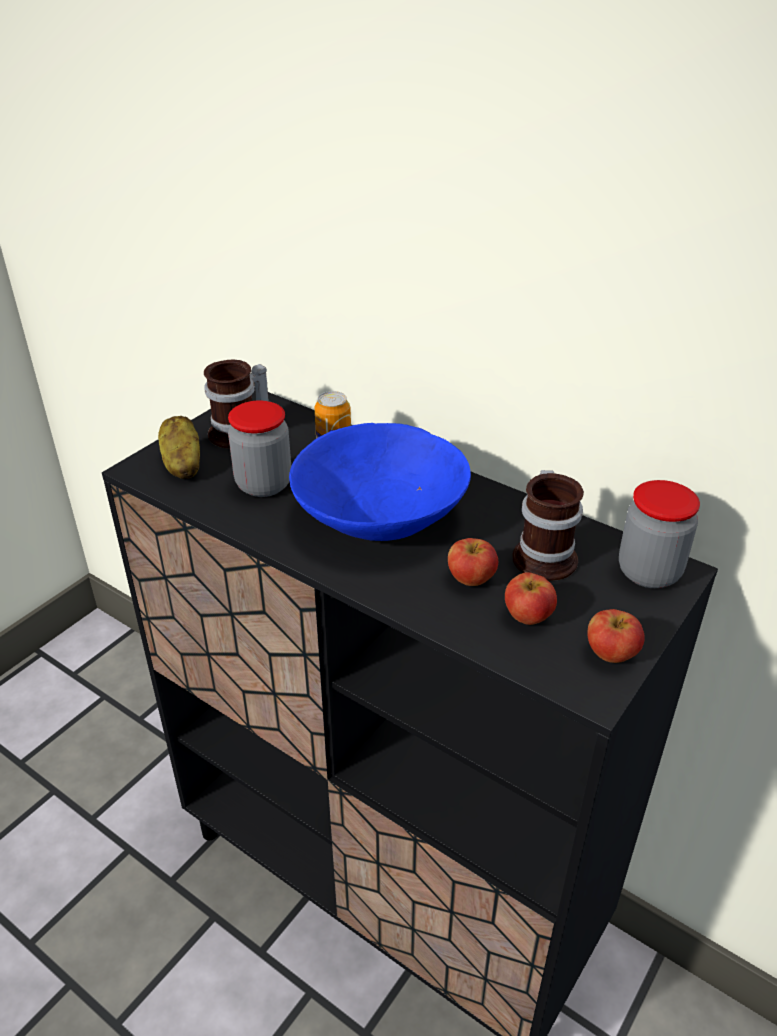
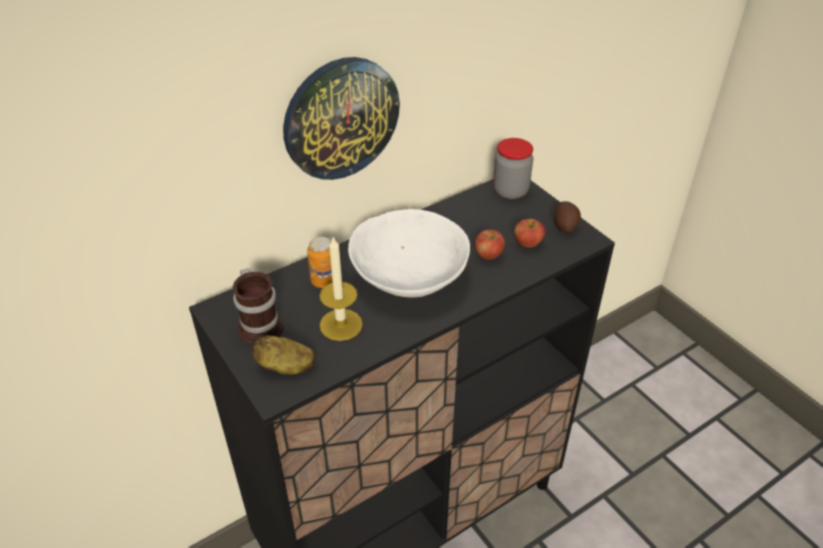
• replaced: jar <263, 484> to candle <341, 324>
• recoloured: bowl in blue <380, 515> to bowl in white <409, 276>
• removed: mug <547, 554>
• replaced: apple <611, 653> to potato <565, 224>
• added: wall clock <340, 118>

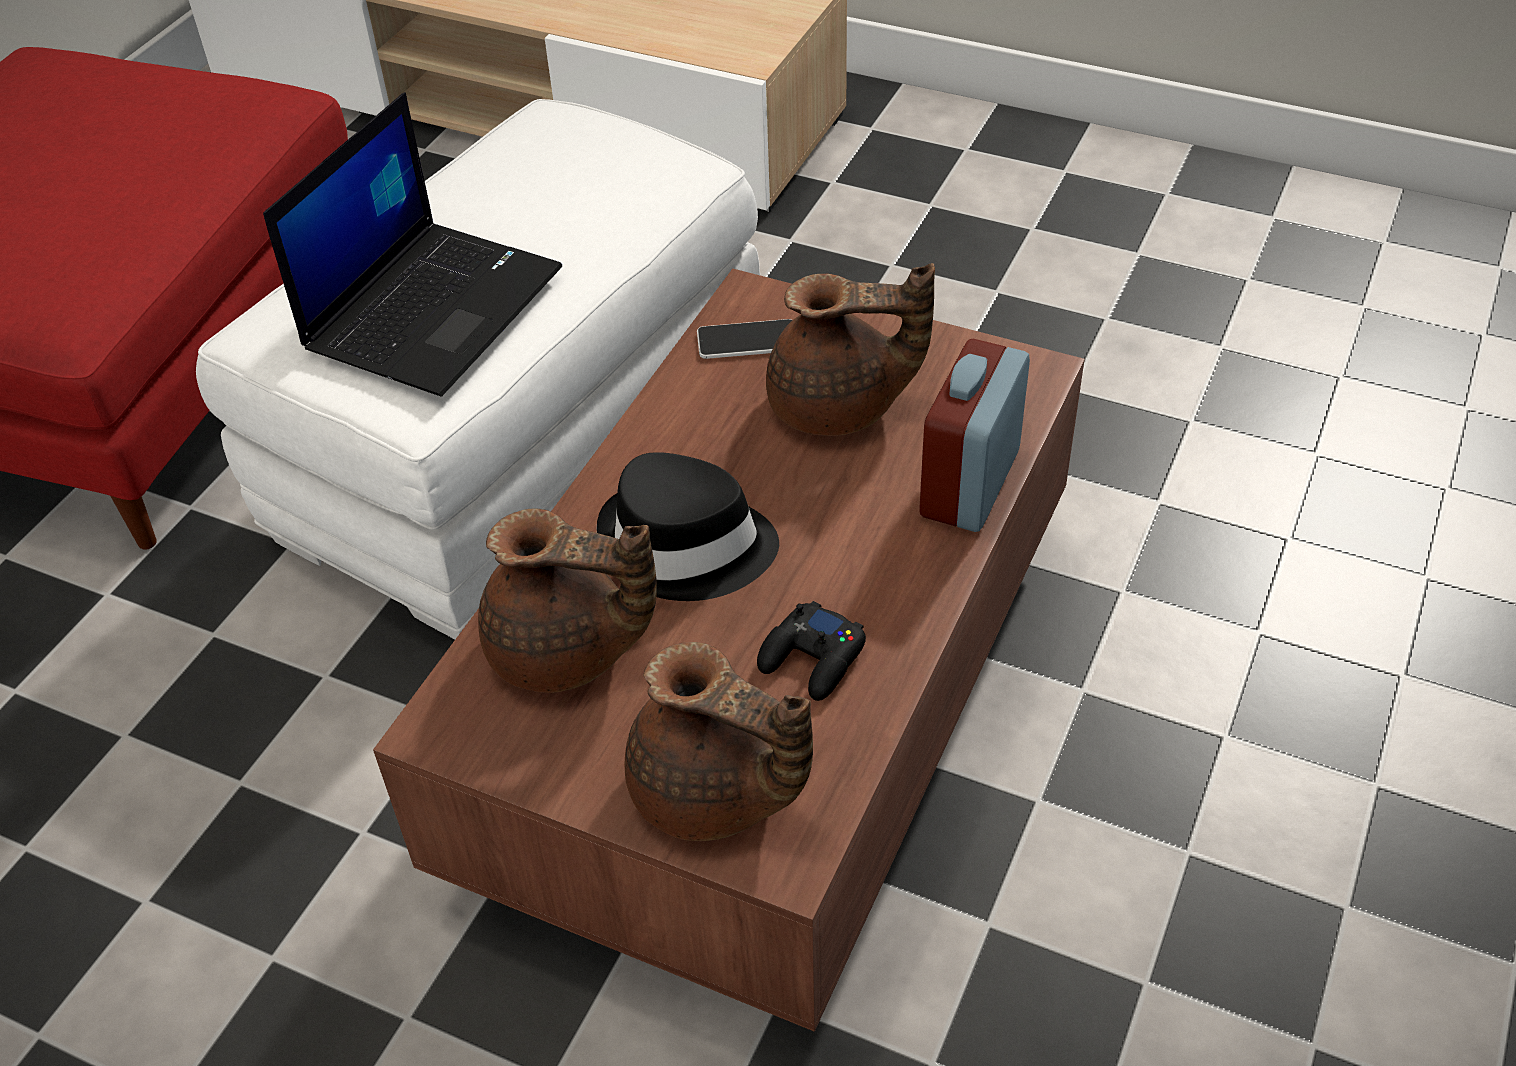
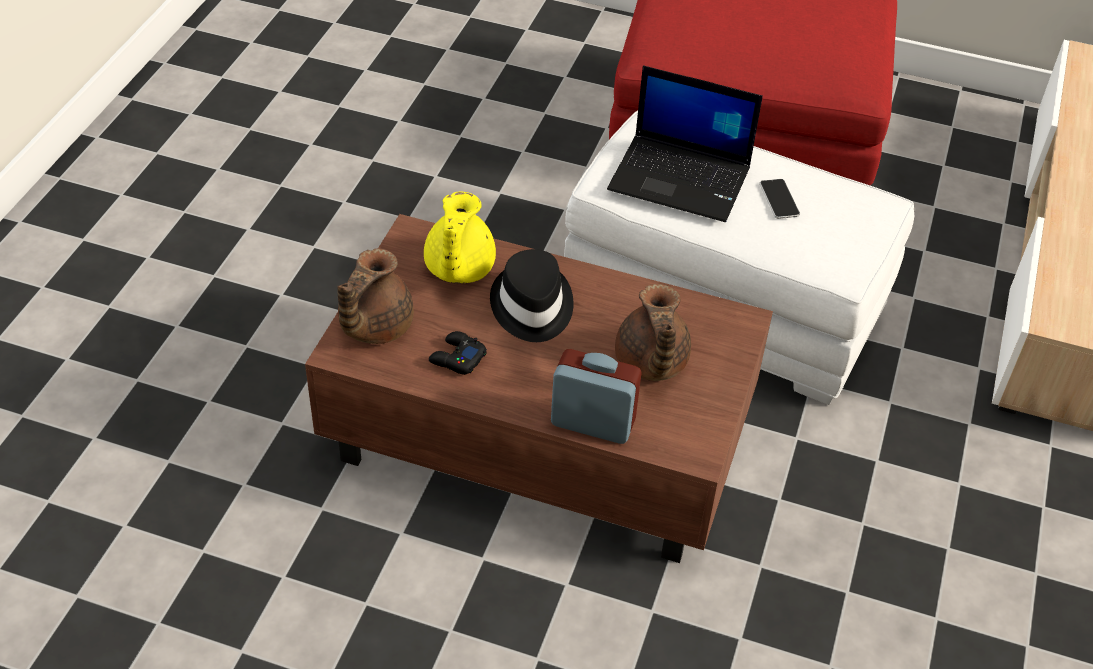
• recoloured: teapot in brown <566, 652> to teapot in yellow <458, 269>
• moved: phone <747, 341> to <779, 200>

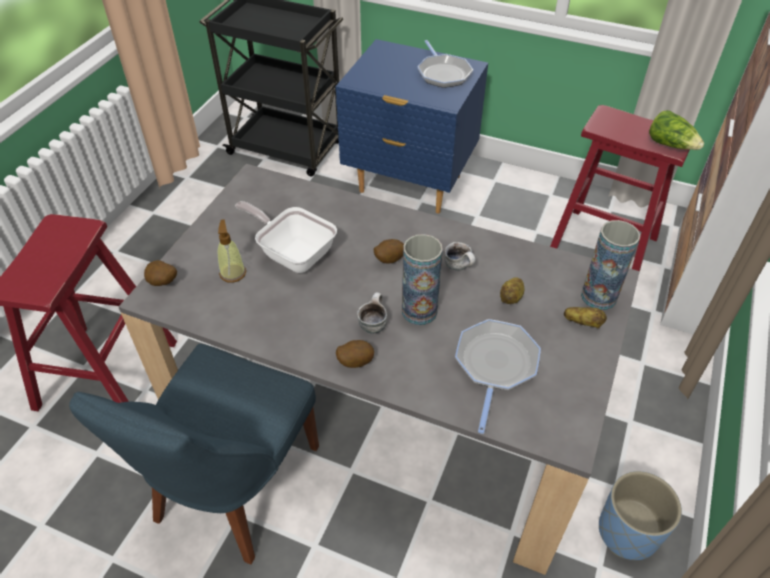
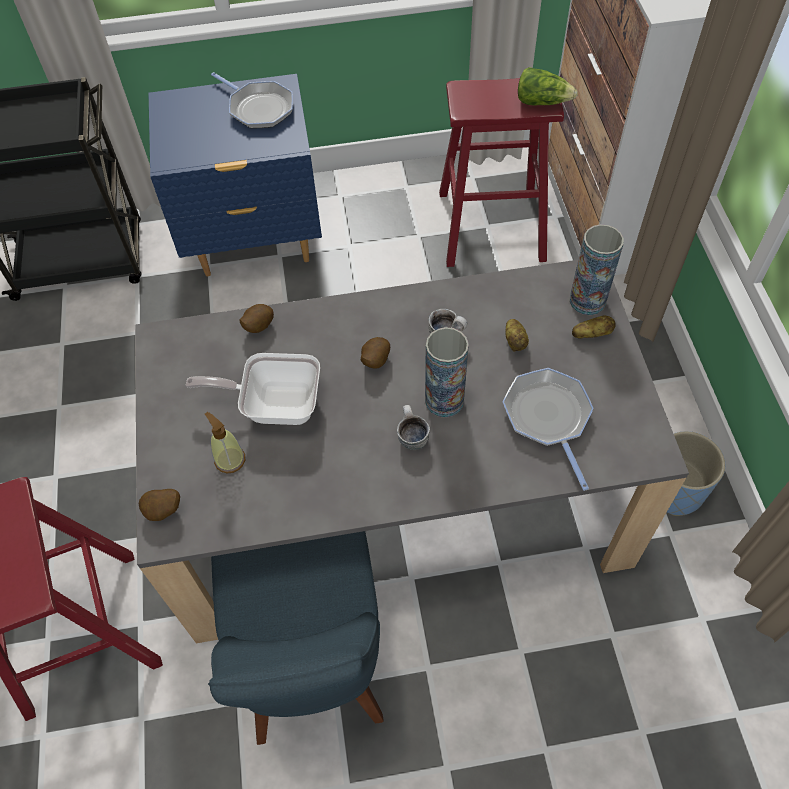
• moved: potato <355, 362> to <258, 326>

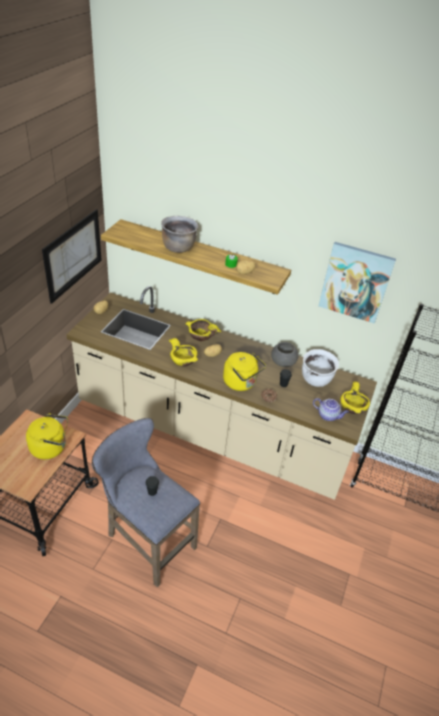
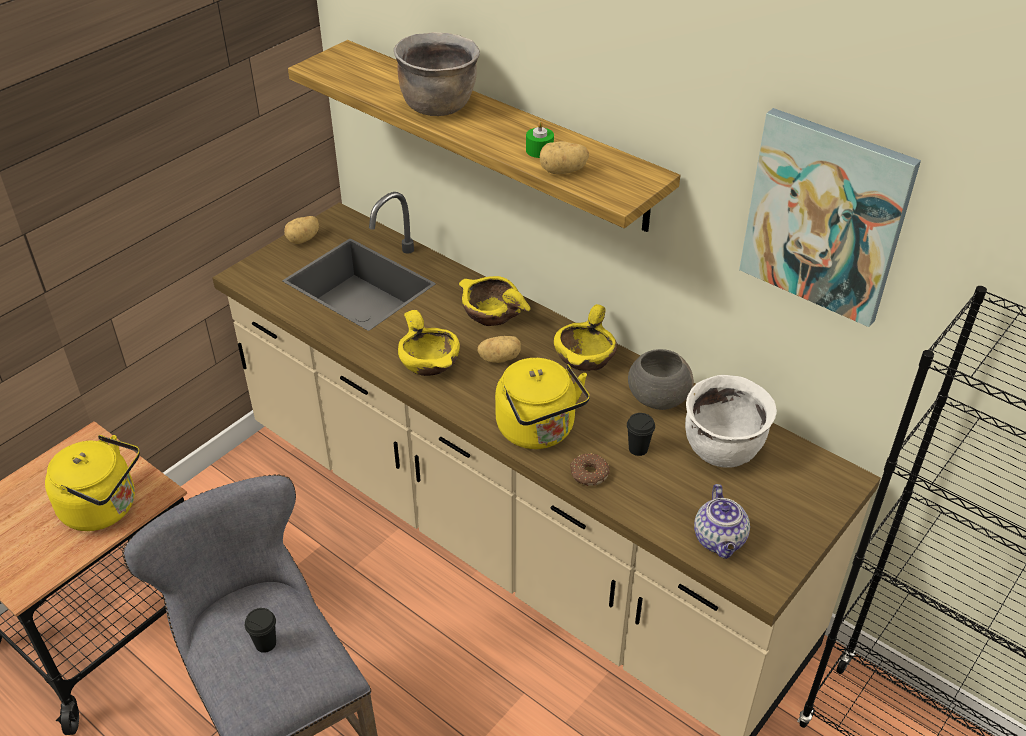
• removed: picture <73, 255>
• turned: teapot <328, 415> = <720, 540> 45 degrees clockwise
• moved: bowl in yellow <353, 407> to <585, 358>

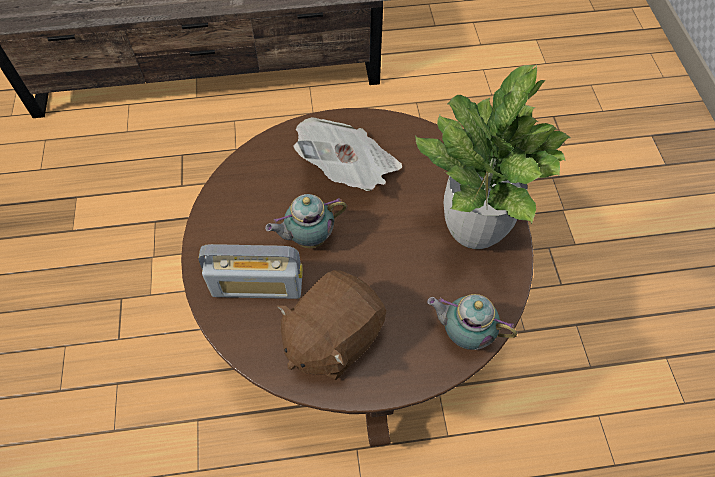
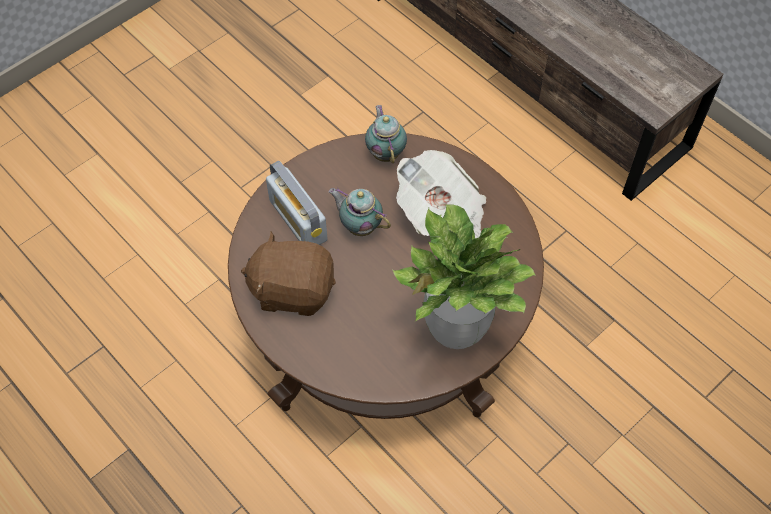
• moved: teapot <464, 334> to <385, 152>

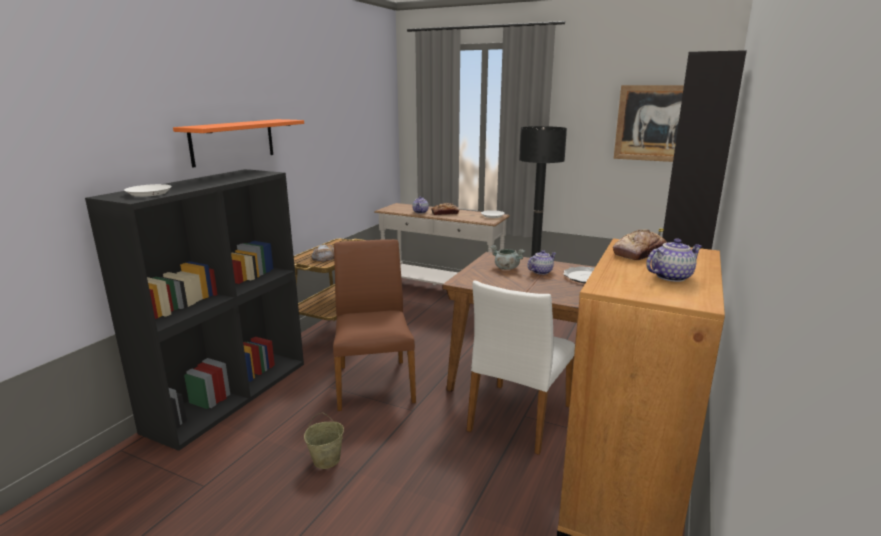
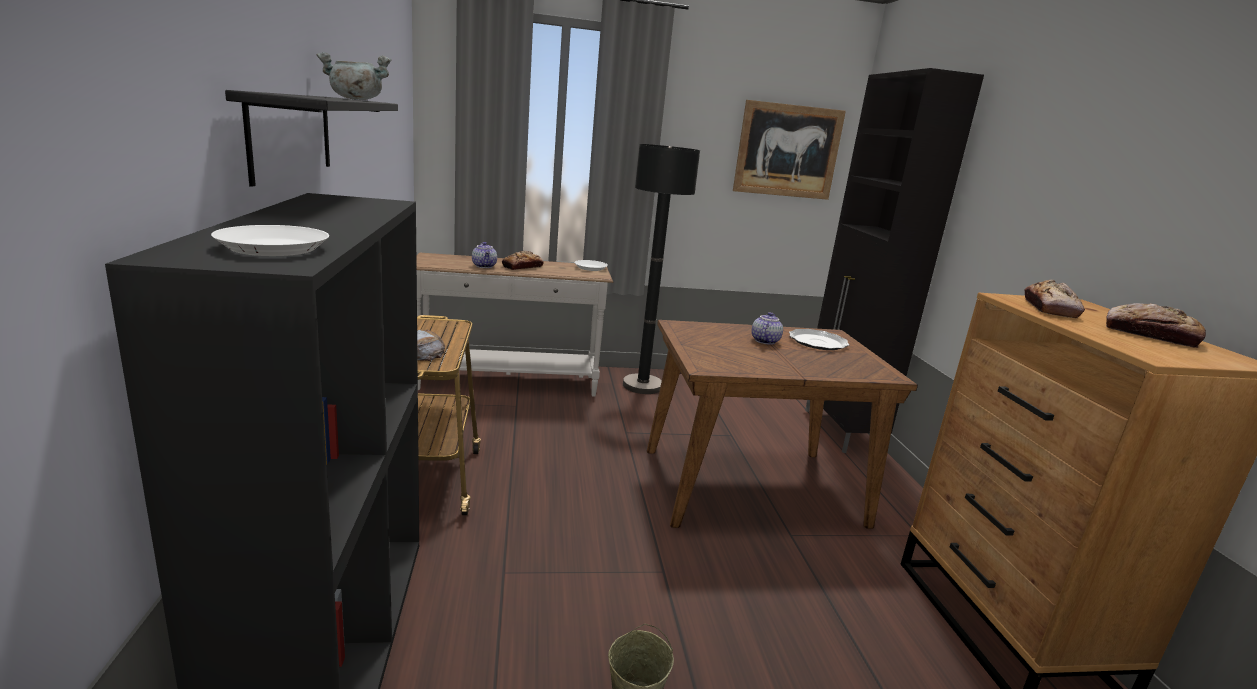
• recoloured: shelf in orange <233, 141> to shelf in black <291, 135>
• removed: chair in brown <374, 383>
• removed: chair in white <518, 417>
• moved: cooking pot in grey <506, 268> to <355, 99>
• replaced: teapot <670, 277> to bread <1150, 335>

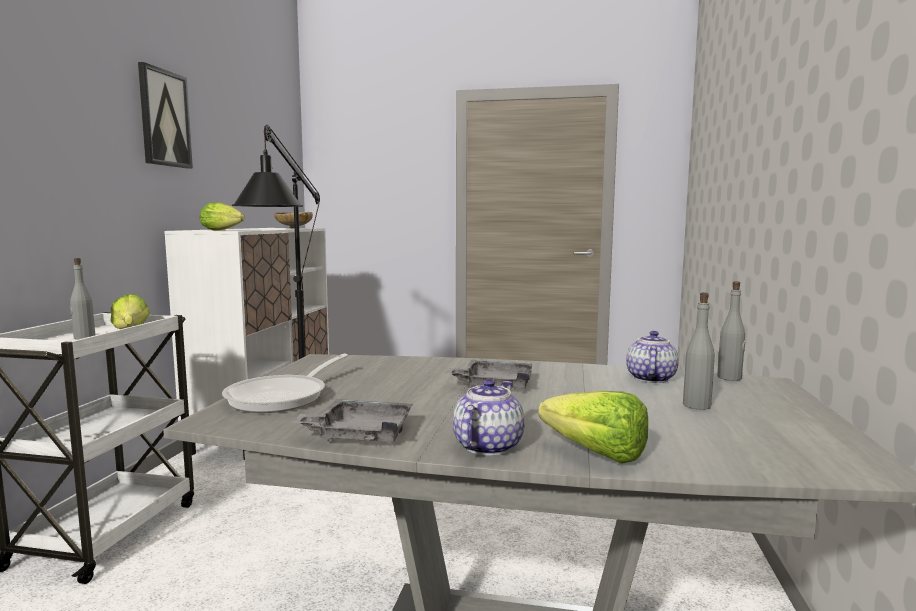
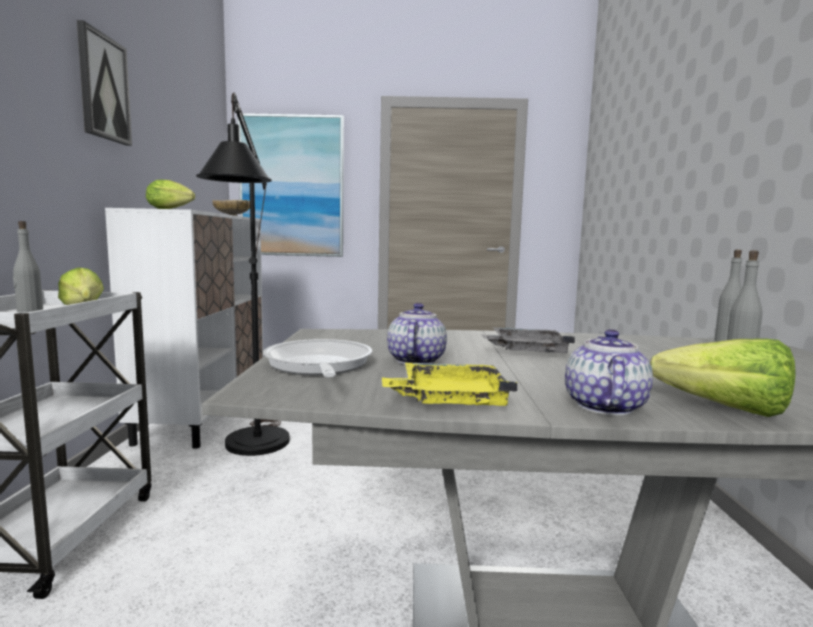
• turned: frying pan <283, 397> = <318, 366> 150 degrees clockwise
• recoloured: tray in grey <359, 434> to tray in yellow <449, 400>
• moved: teapot <649, 378> to <414, 360>
• added: picture <292, 186>

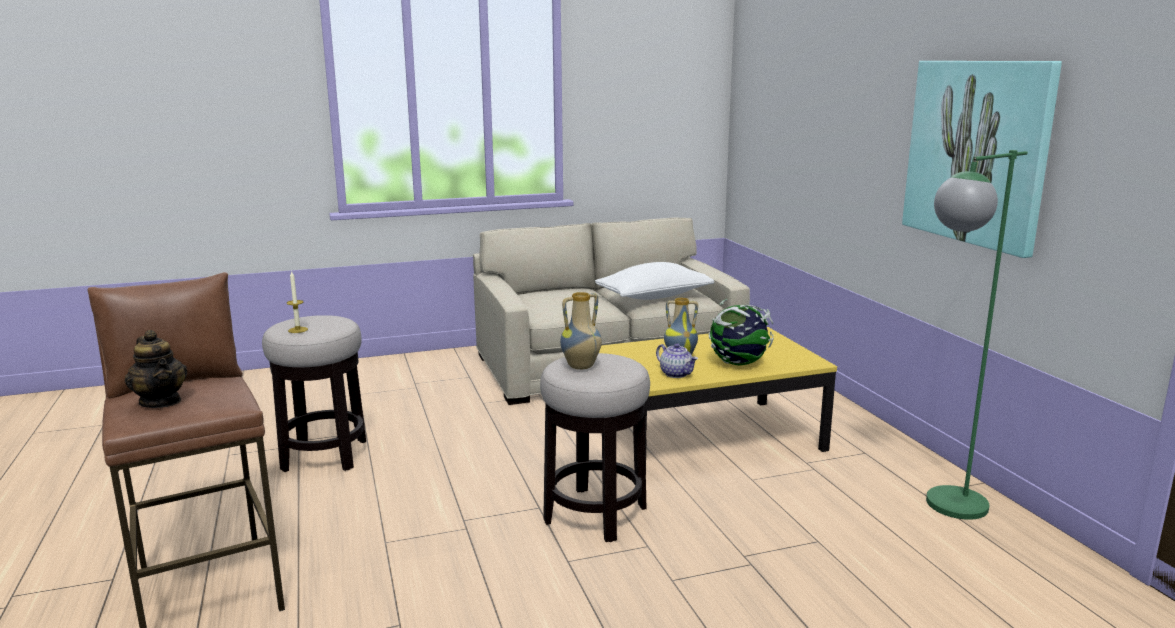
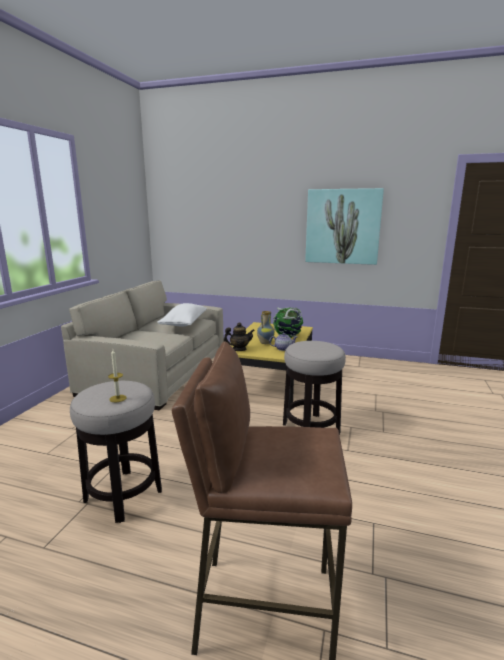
• moved: teapot <161, 402> to <239, 349>
• removed: vase <581, 367>
• removed: floor lamp in green <944, 511>

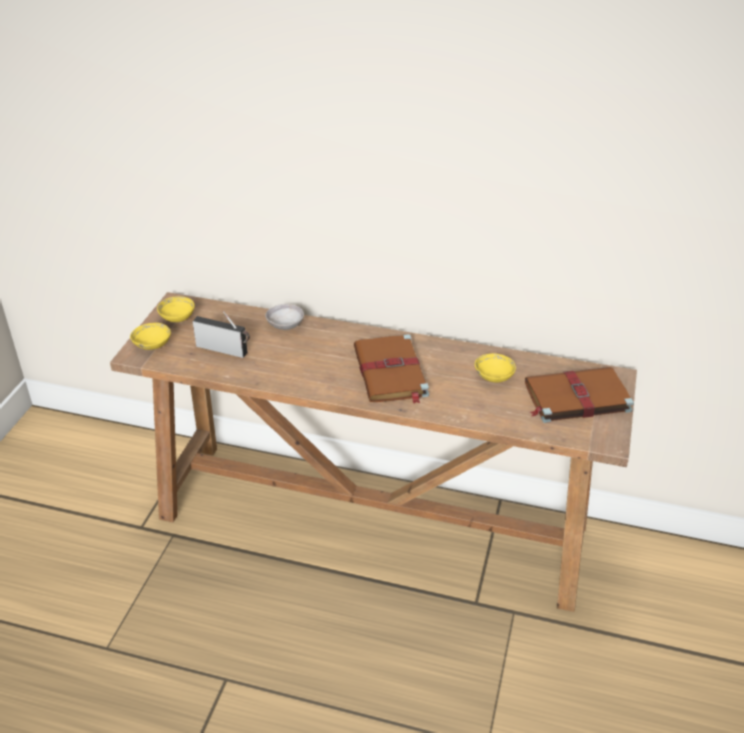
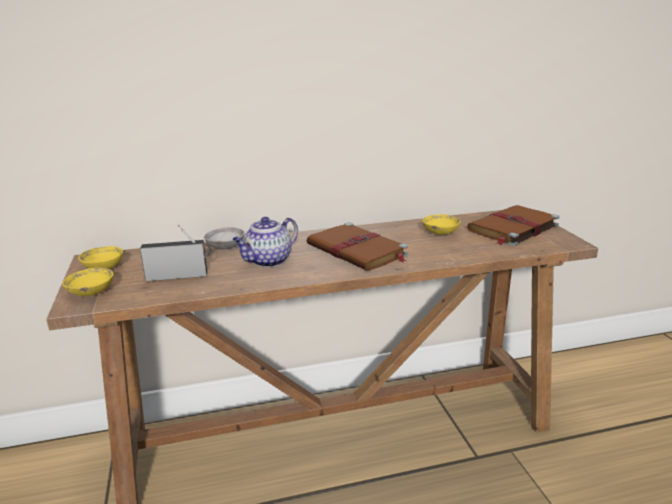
• added: teapot <268, 261>

